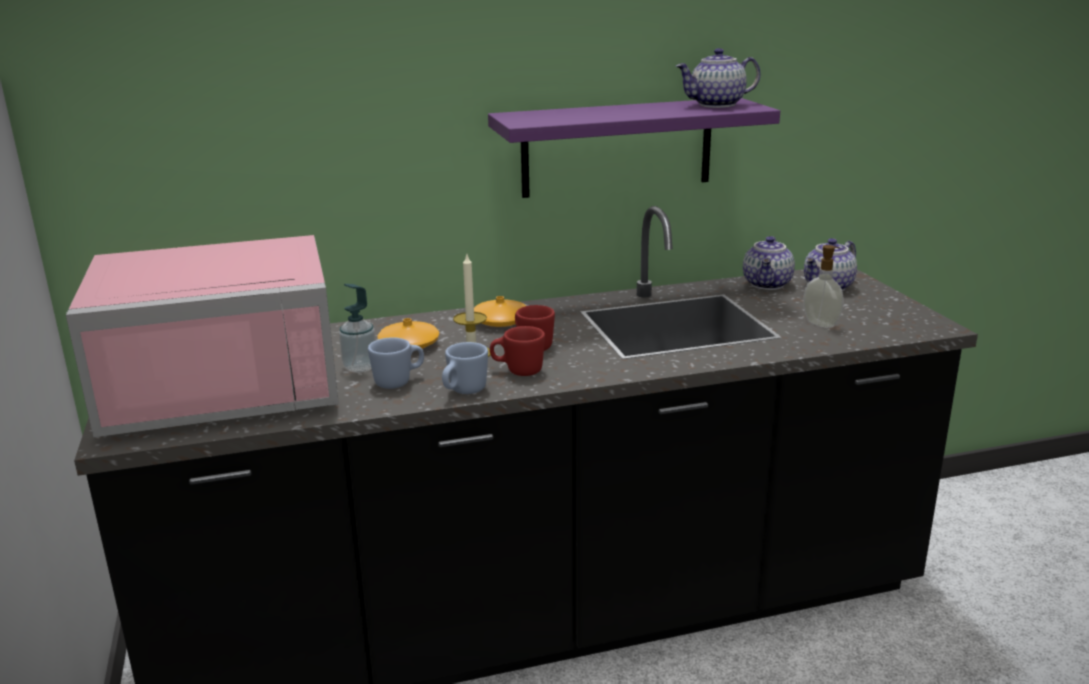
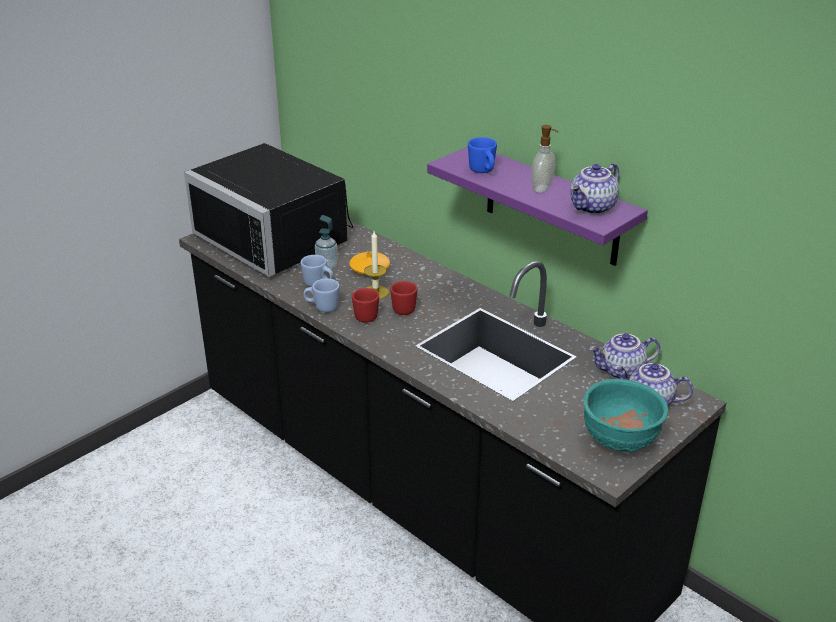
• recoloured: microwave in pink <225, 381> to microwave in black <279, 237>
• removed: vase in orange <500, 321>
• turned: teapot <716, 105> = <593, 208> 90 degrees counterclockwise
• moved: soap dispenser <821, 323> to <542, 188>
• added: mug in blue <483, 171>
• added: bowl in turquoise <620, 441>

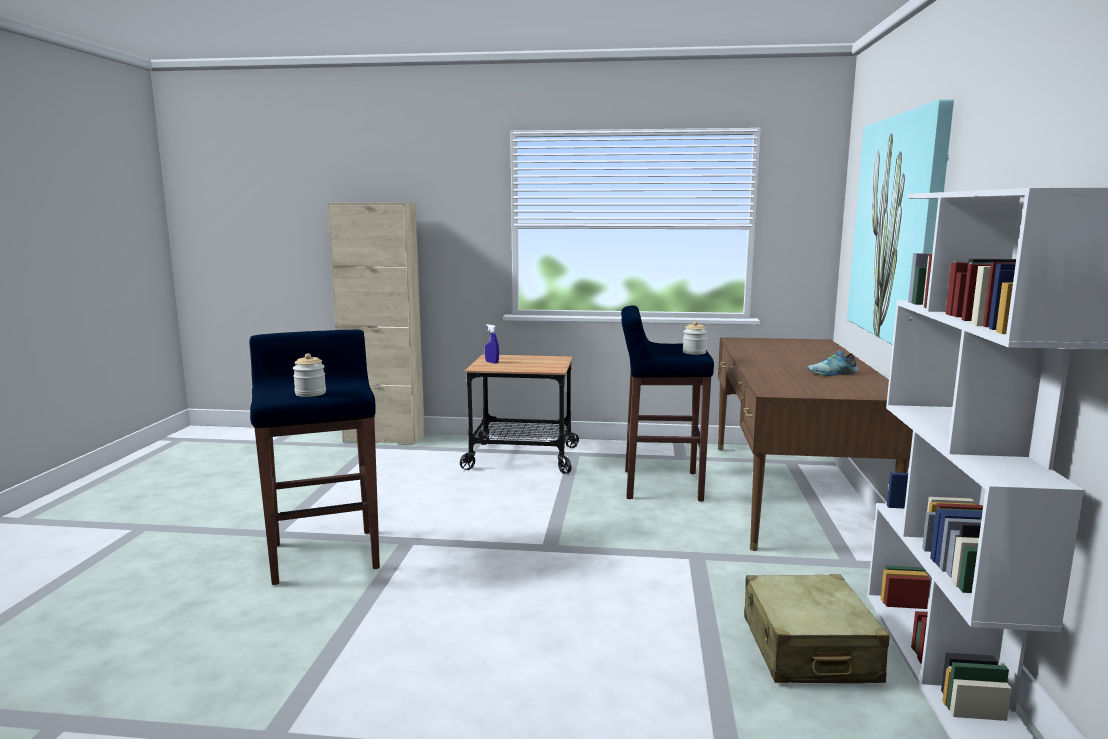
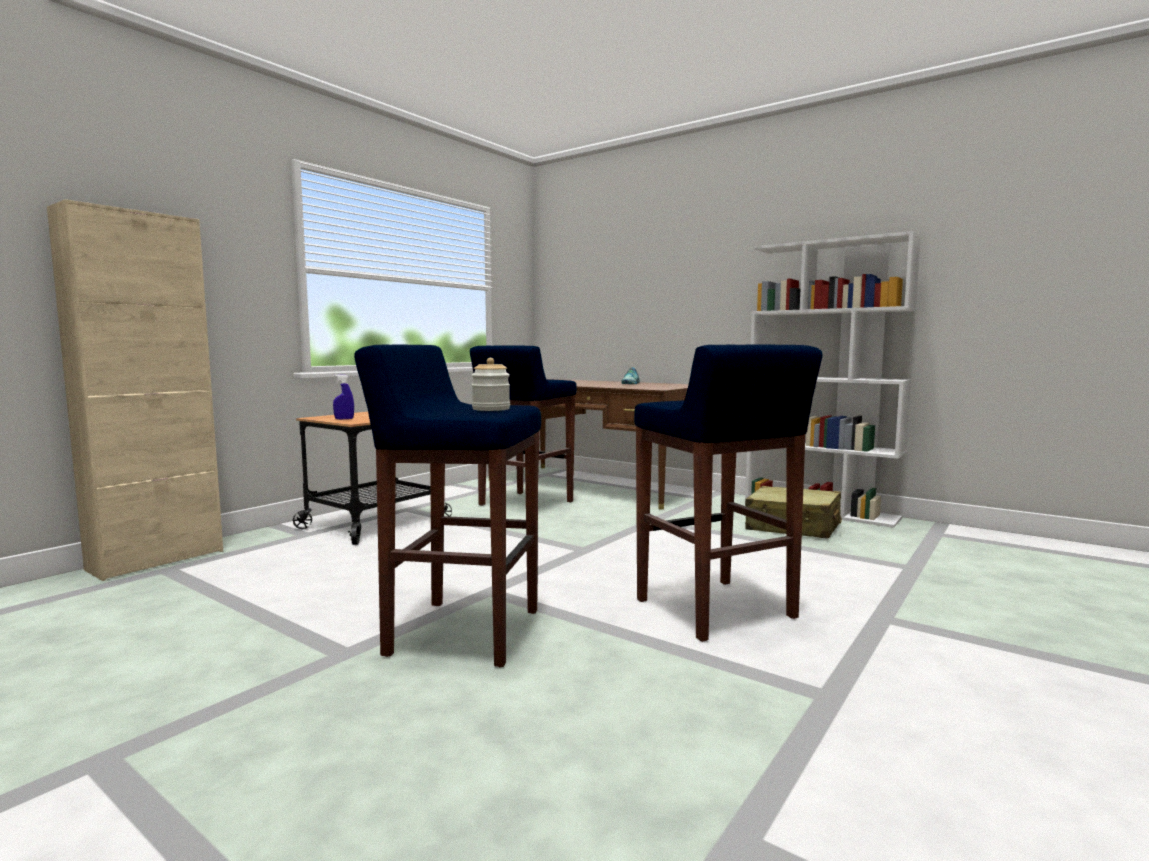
• removed: jar <694, 352>
• removed: picture <899, 228>
• added: stool in blue <716, 610>

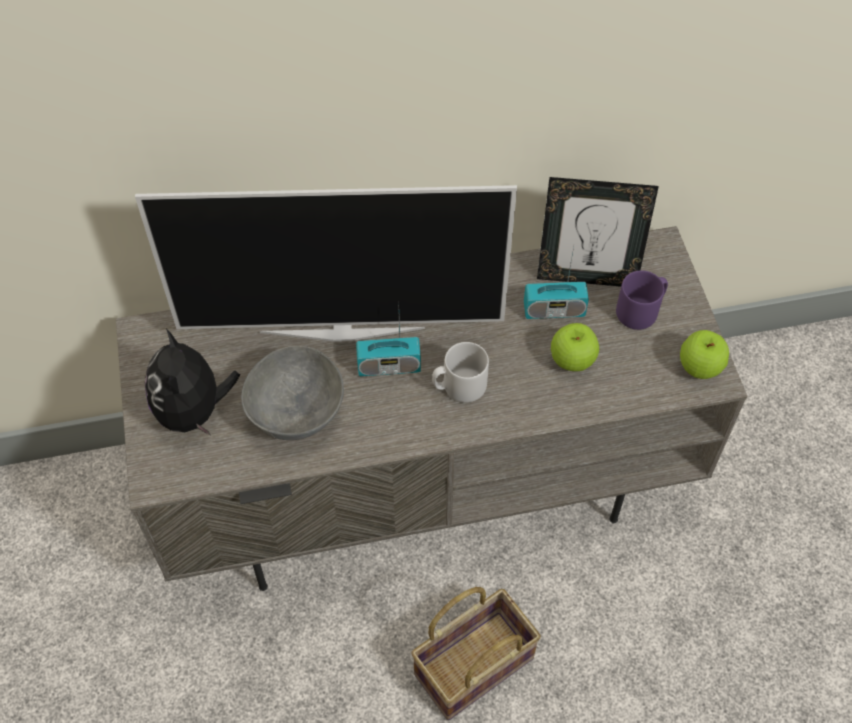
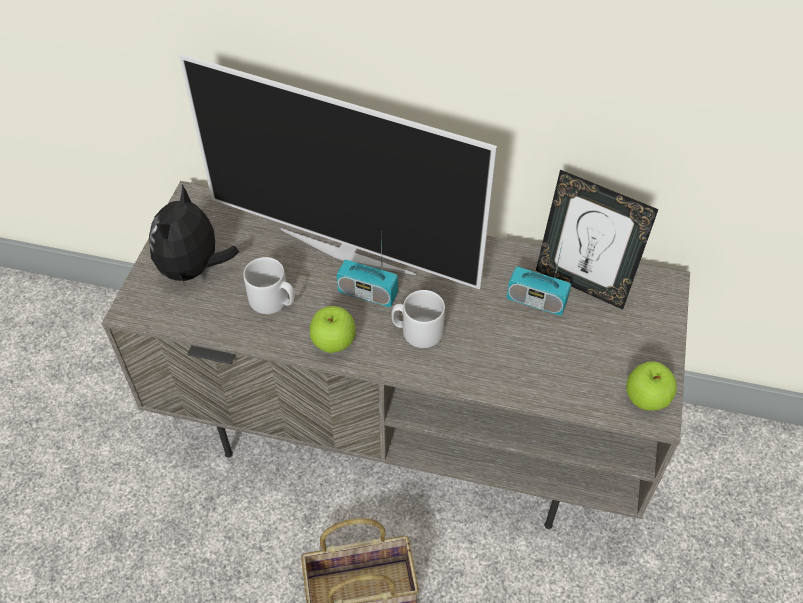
• replaced: bowl in grey <298, 412> to mug in grey <273, 301>
• moved: apple <572, 360> to <333, 343>
• removed: mug in purple <640, 311>

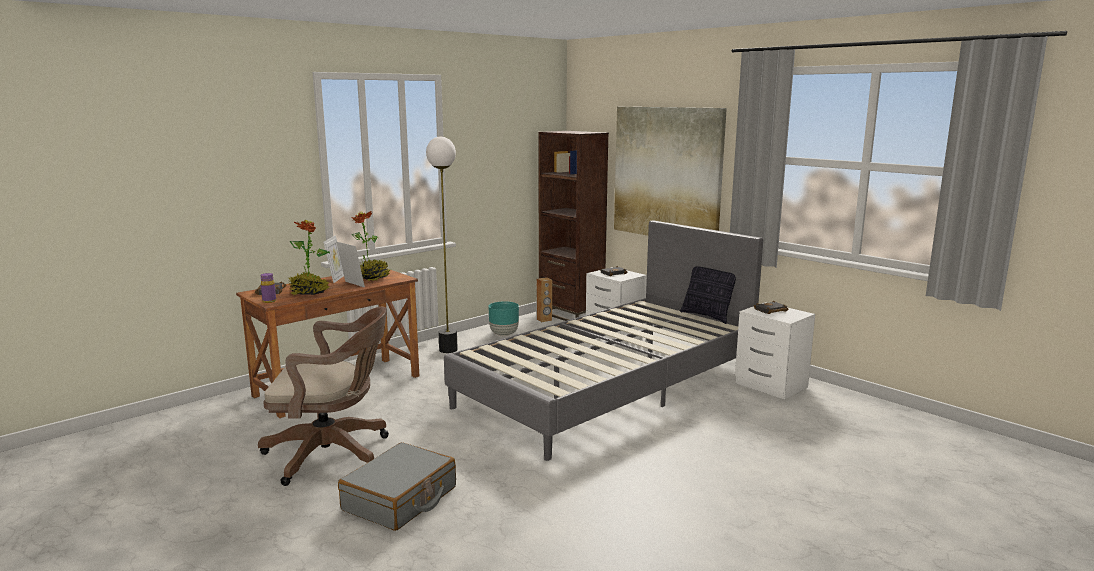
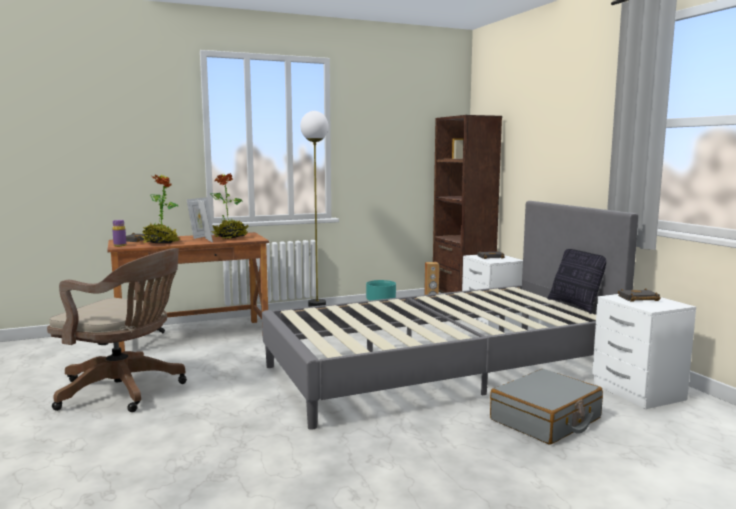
• moved: suitcase in grey <400, 499> to <546, 419>
• removed: picture <667, 173>

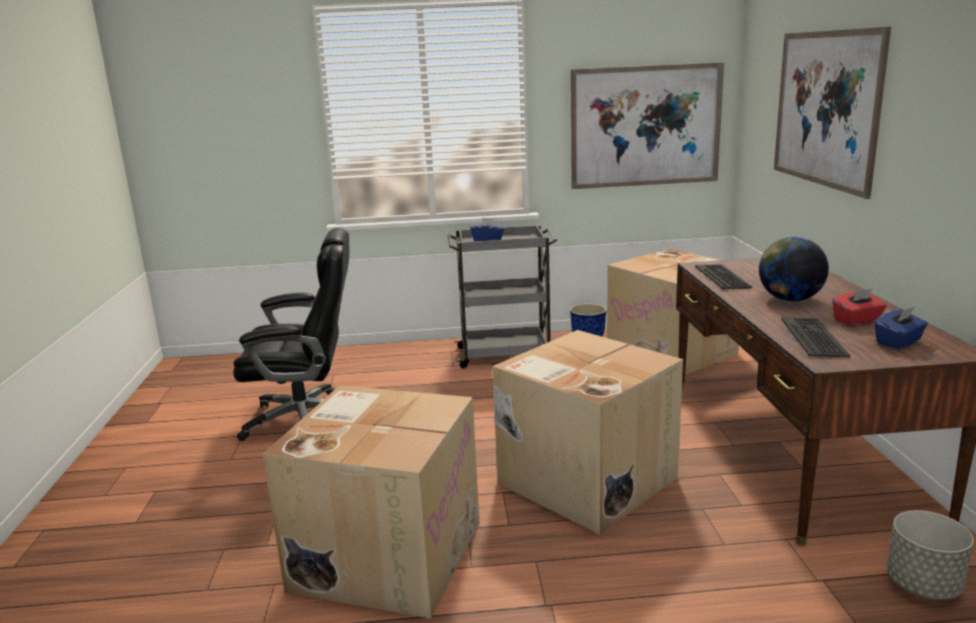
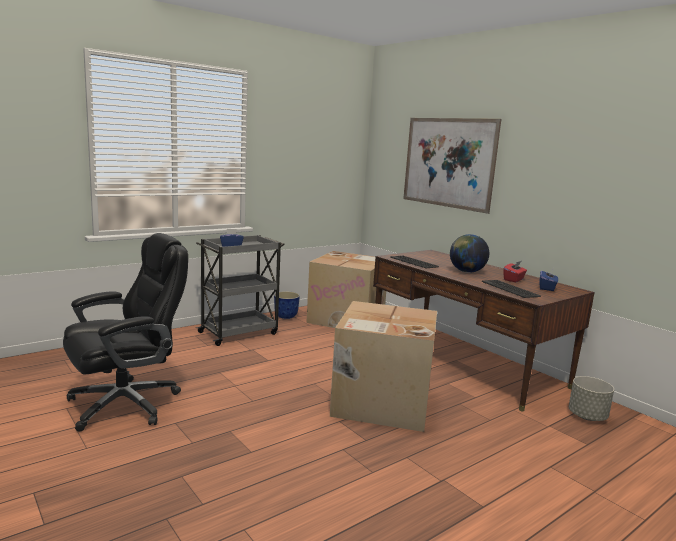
• removed: cardboard box <386, 553>
• removed: picture <645, 126>

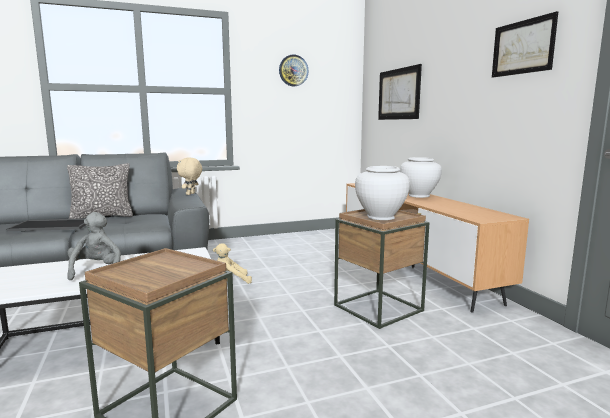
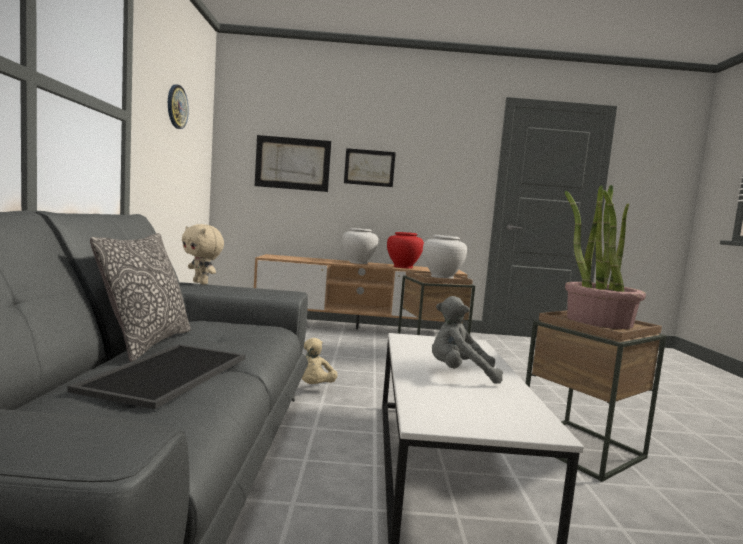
• moved: picture <522, 47> to <369, 167>
• added: vase in red <403, 267>
• added: potted plant <598, 321>

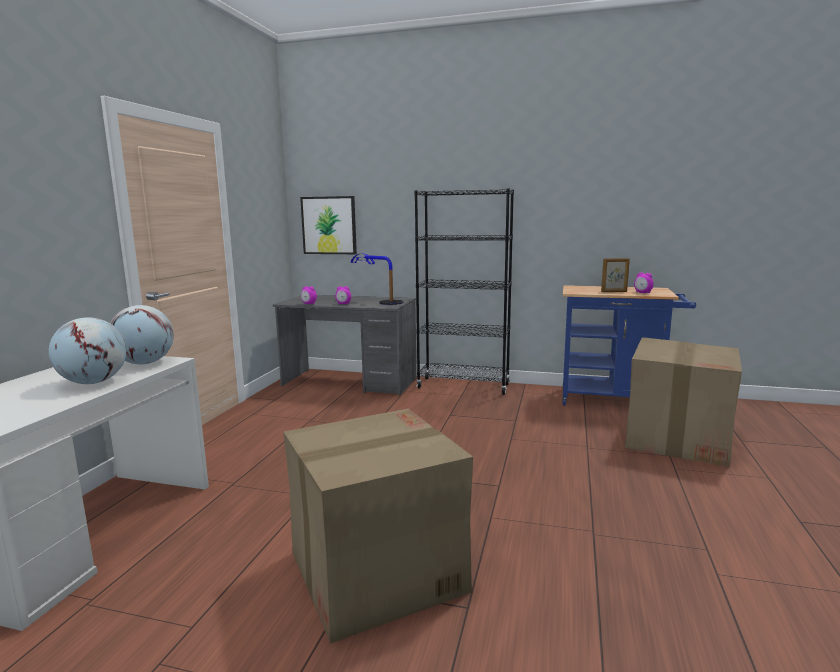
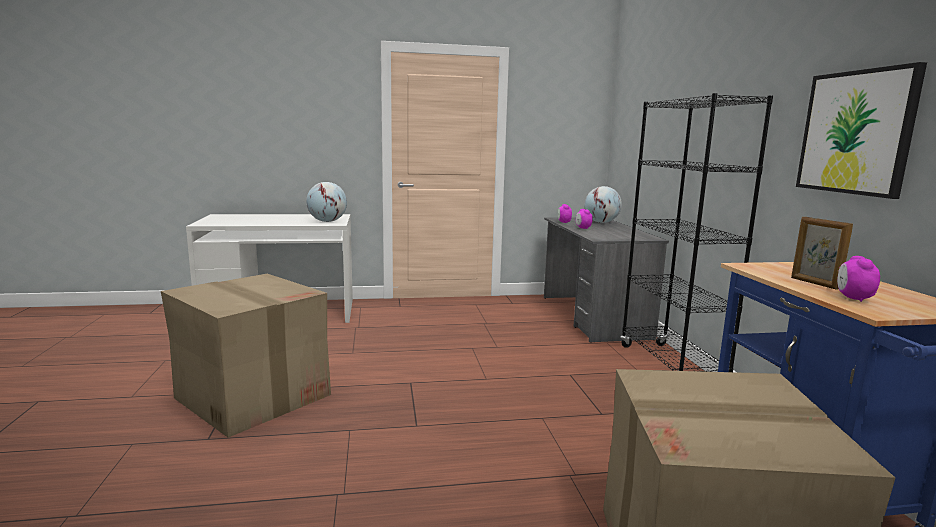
• moved: globe <94, 382> to <601, 222>
• moved: picture <329, 225> to <856, 132>
• removed: table lamp <381, 301>

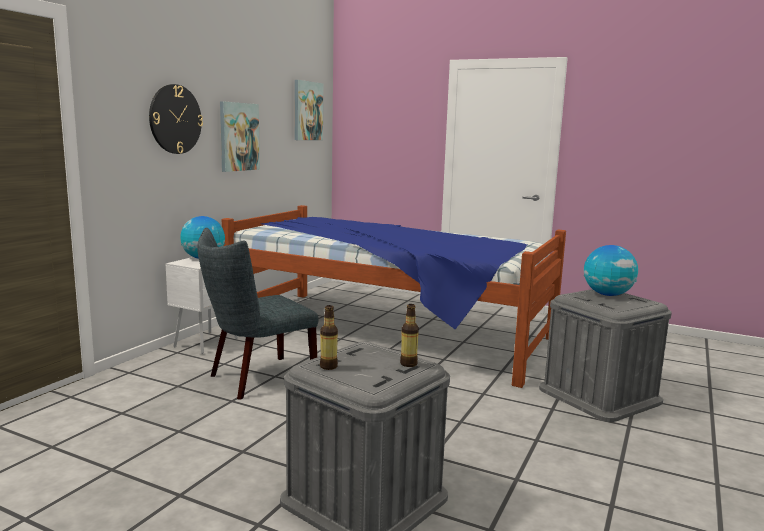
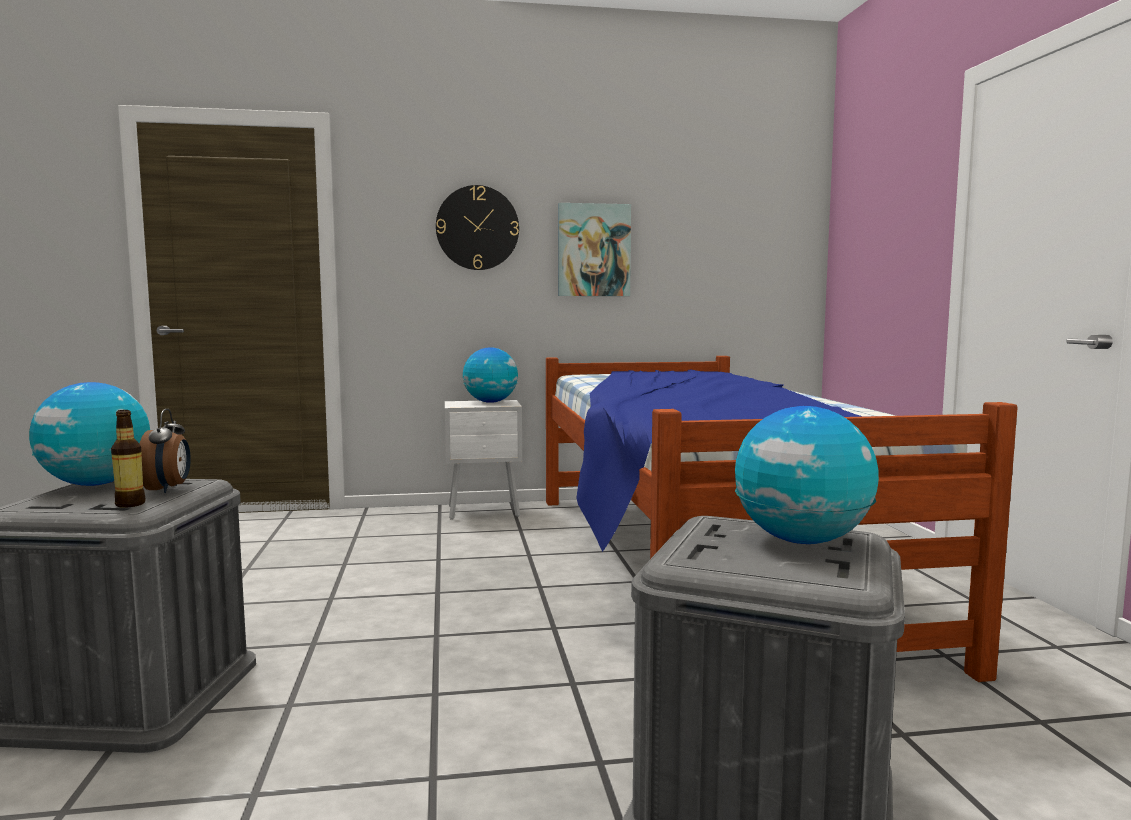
• removed: chair in grey <256, 379>
• removed: picture <307, 111>
• replaced: bottle <328, 366> to globe <96, 484>
• added: alarm clock <168, 489>

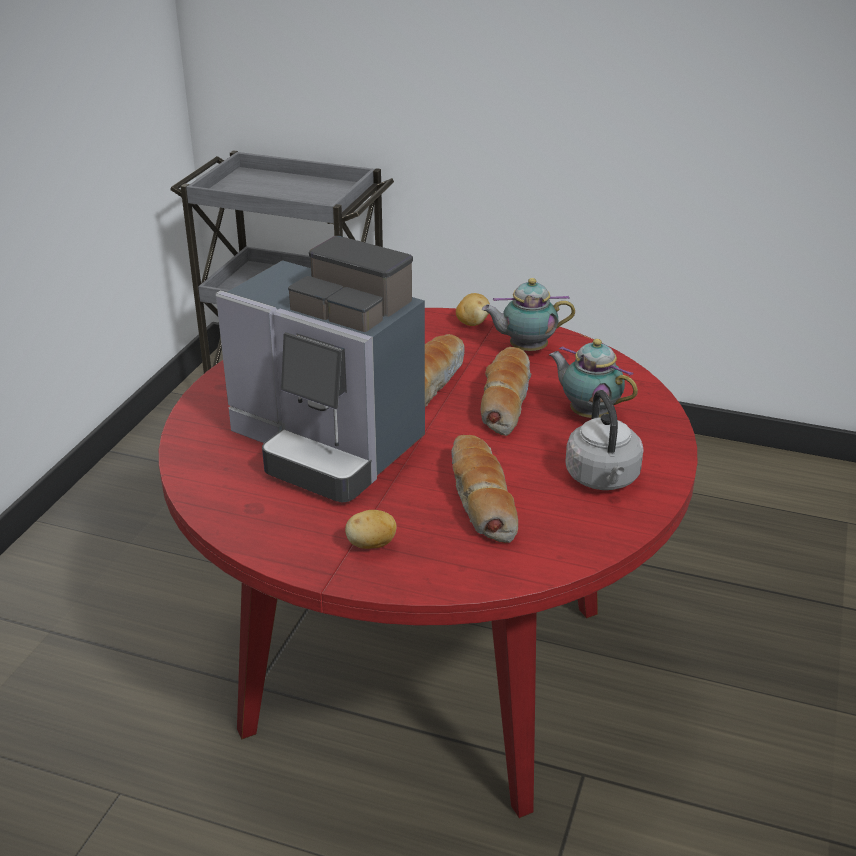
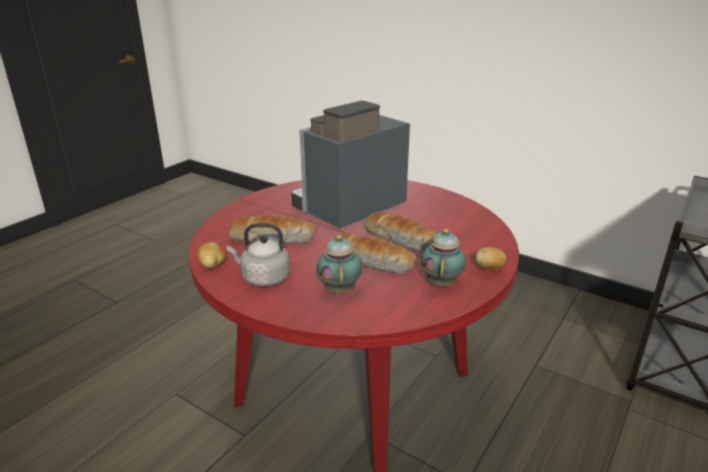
• moved: potato <371, 545> to <212, 265>
• turned: teapot <588, 413> = <340, 289> 60 degrees counterclockwise

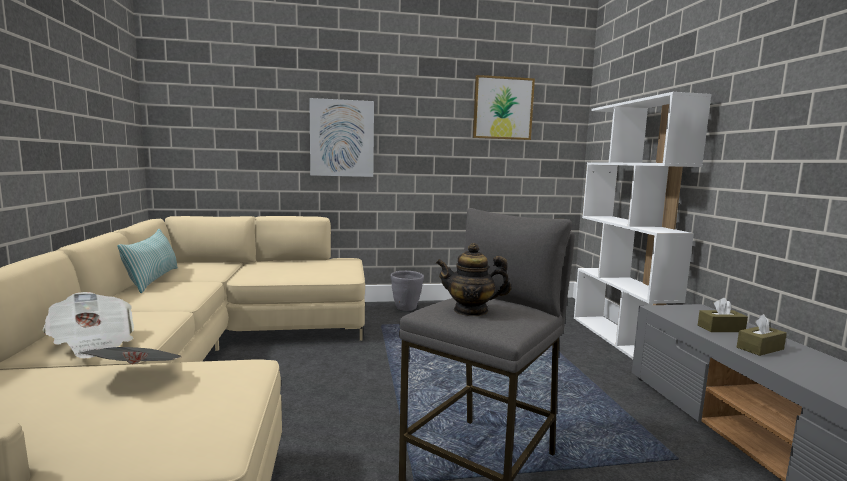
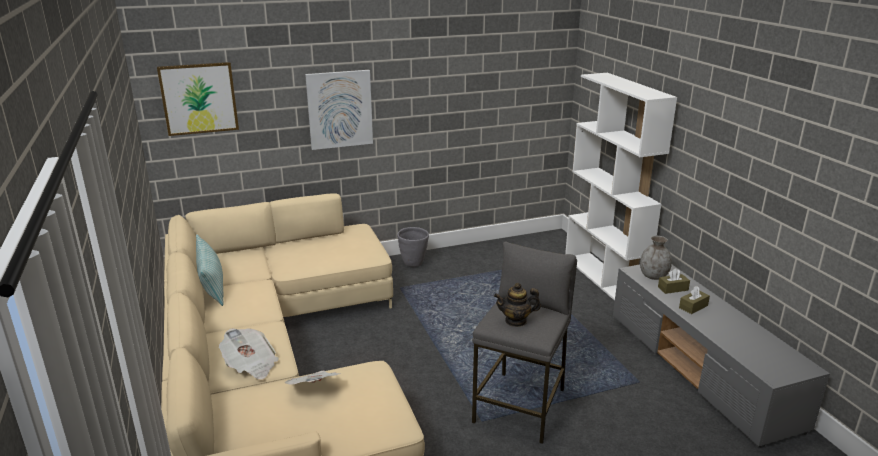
• moved: picture <503, 108> to <199, 98>
• added: vase in grey <653, 276>

